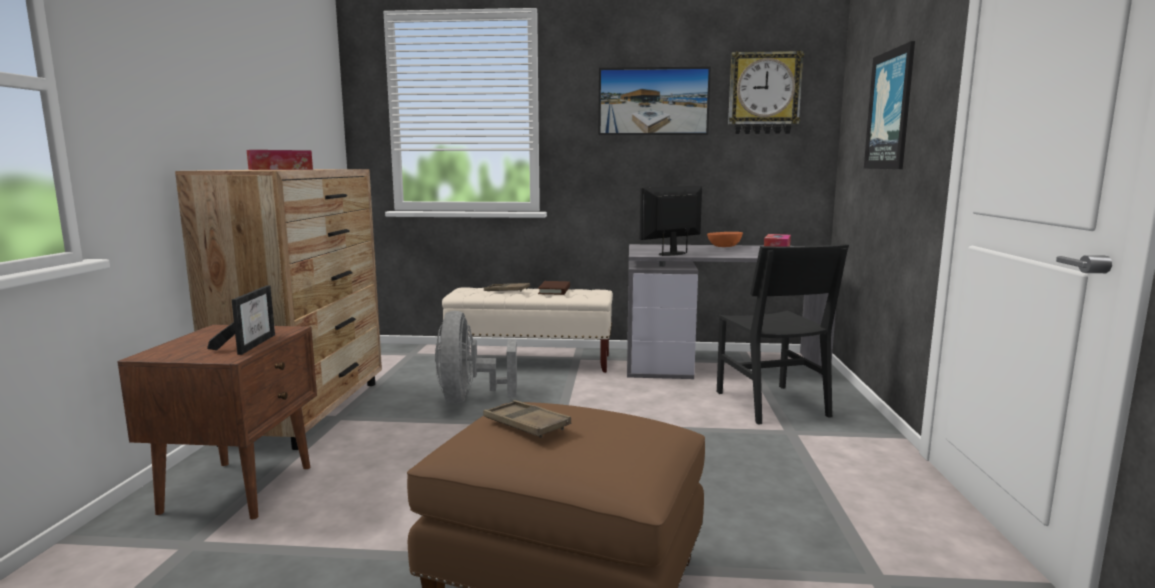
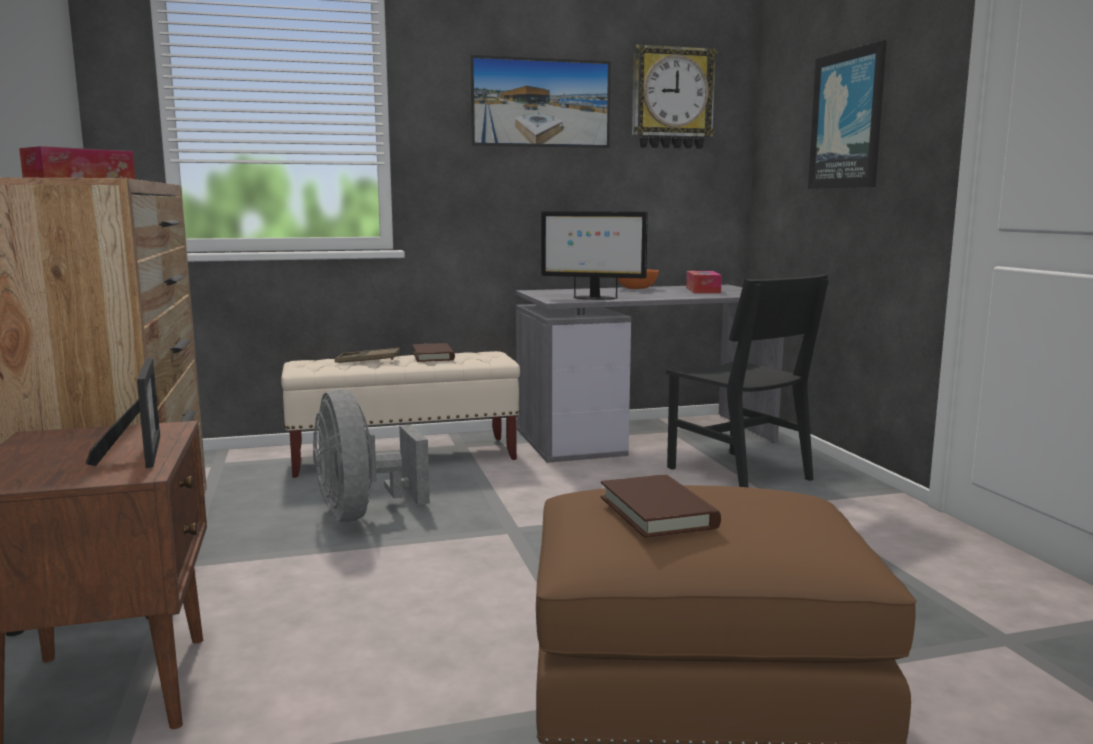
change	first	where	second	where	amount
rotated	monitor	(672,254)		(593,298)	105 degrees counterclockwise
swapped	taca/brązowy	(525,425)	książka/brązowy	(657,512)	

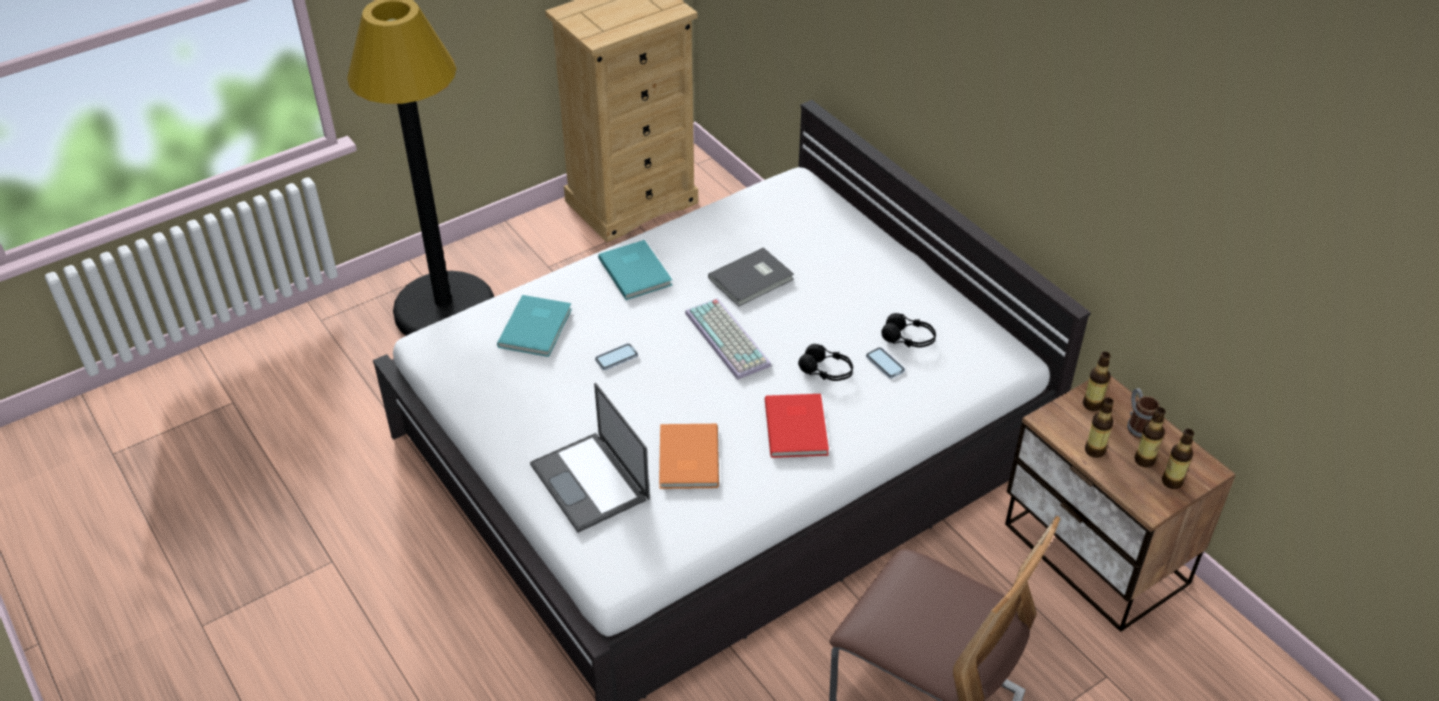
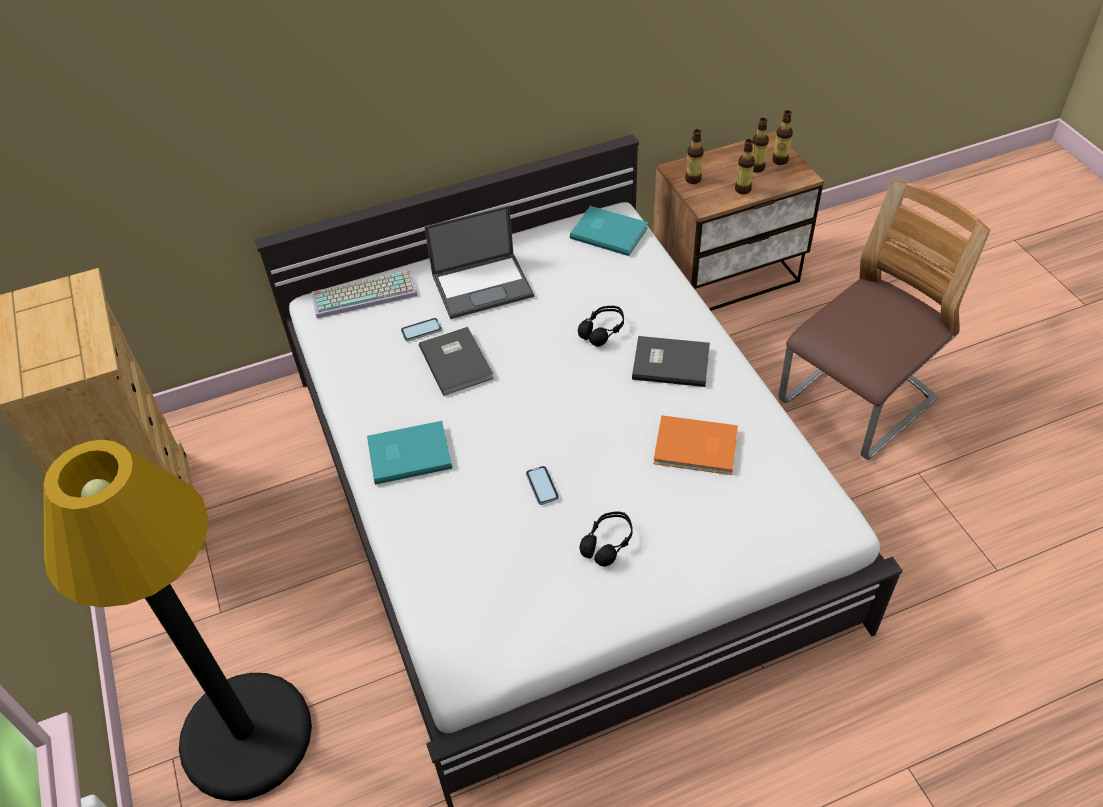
change	first	where	second	where	amount
shifted	klawiatura	(729,339)		(365,293)	
shifted	telefon	(885,364)		(421,330)	
shifted	laptop	(591,482)		(483,285)	
shifted	książka/turkusowy	(537,327)		(608,231)	
shifted	słuchawki/czarny	(908,339)		(608,543)	
repainted	książka/czerwony	(798,426)	książka/szary	(669,362)	
gone	kubek	(1137,425)			

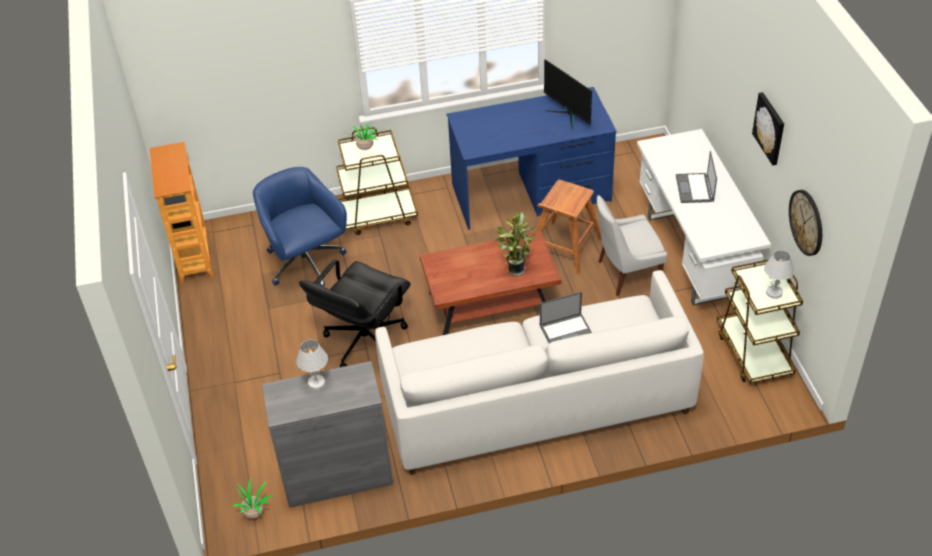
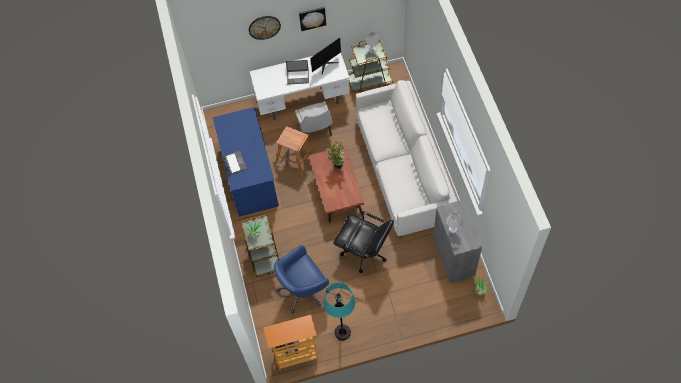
change	first	where	second	where	amount
shifted	laptop	(567,331)		(235,162)	
shifted	zegar ścienny	(806,222)		(264,27)	
shifted	monitor	(568,115)		(326,64)	
new			lampa stojąca/turkusowy	(342,332)	

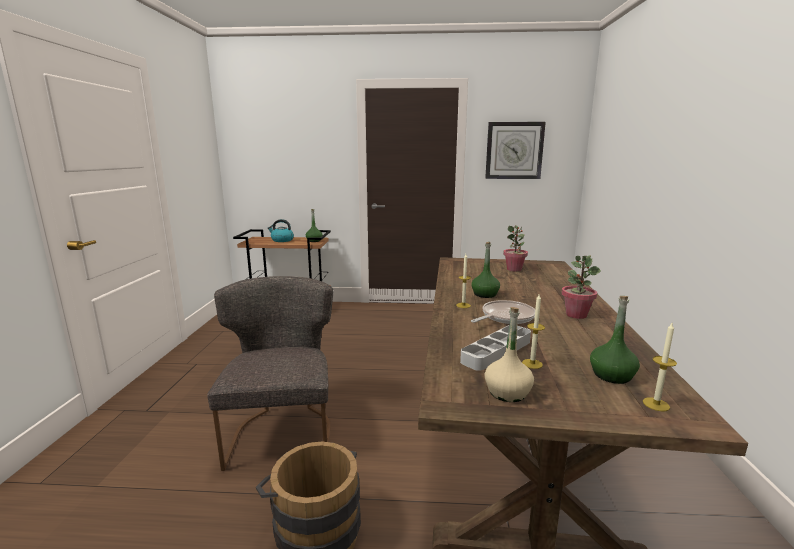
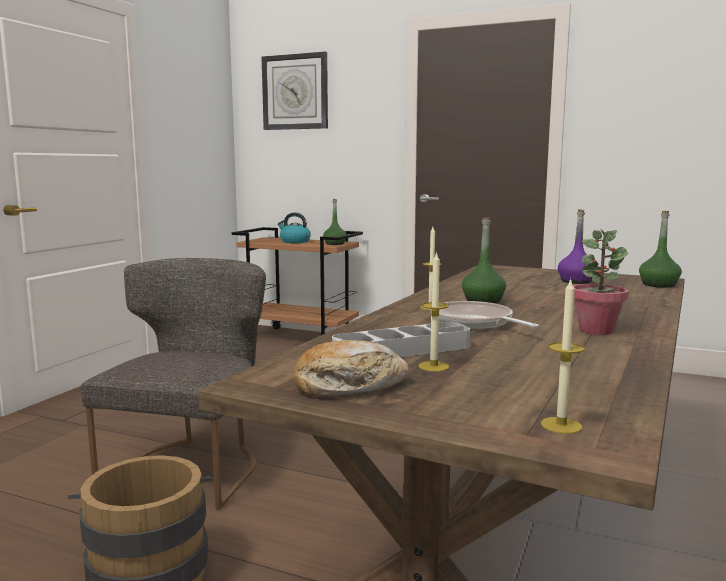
change	first	where	second	where	amount
shifted	zegar ścienny	(514,150)		(295,92)	
swapped	butelka/beżowy	(507,392)	chleb	(349,386)	
rotated	patelnia	(505,317)		(474,323)	105 degrees counterclockwise
swapped	roślina doniczkowa	(514,269)	butelka/fioletowy	(576,281)	
shifted	butelka/zielony	(611,375)		(658,285)	

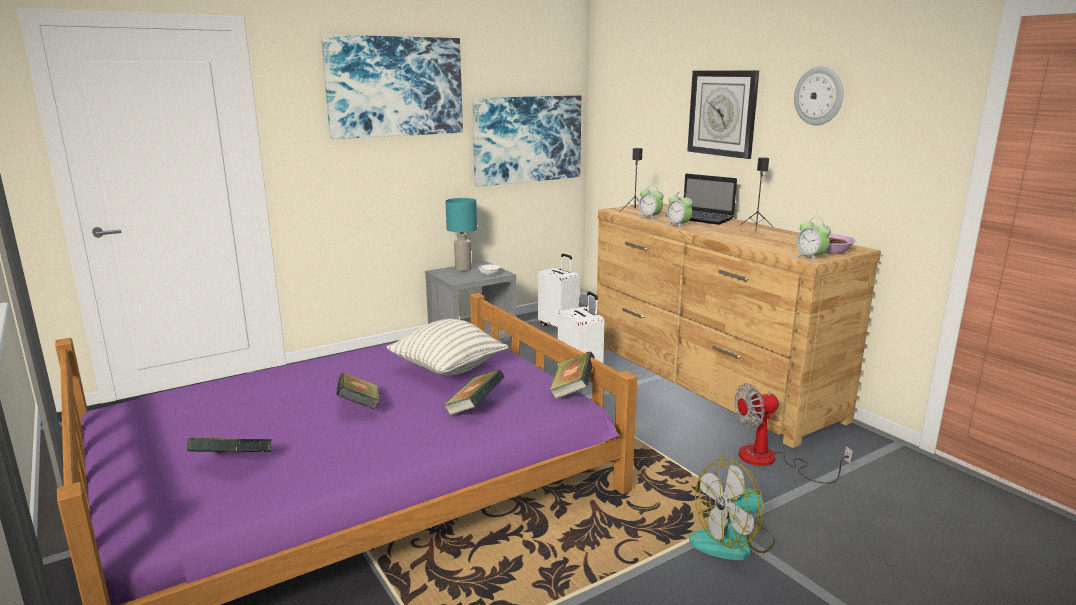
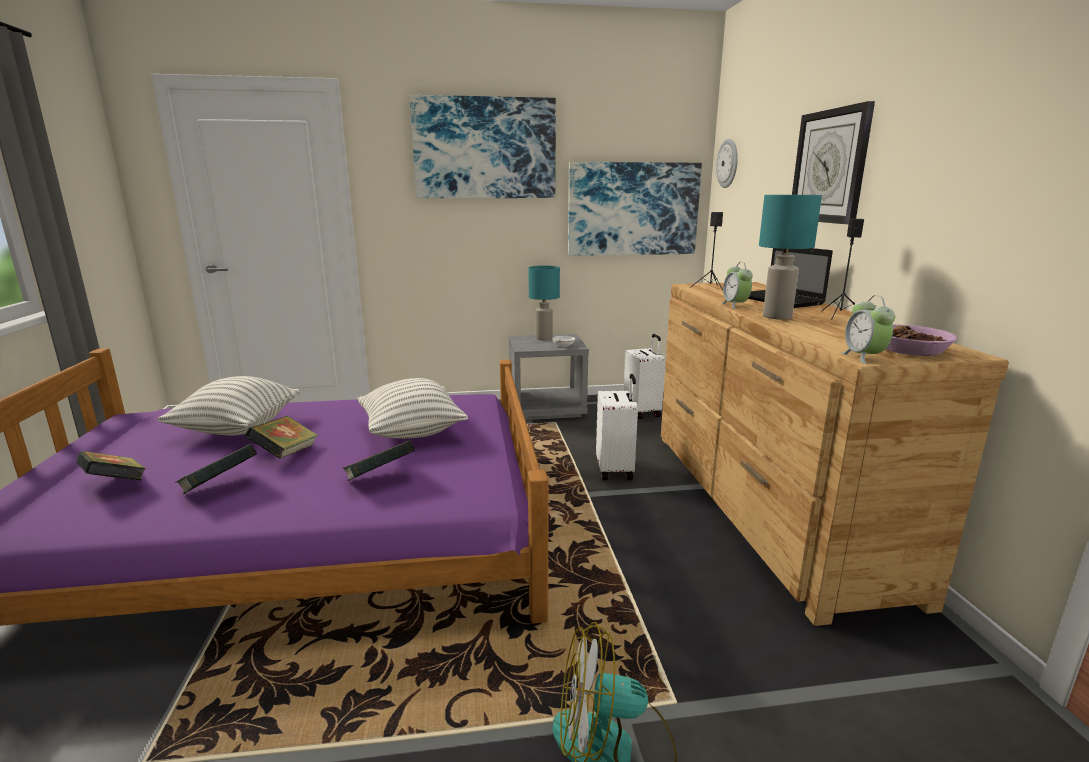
change	first	where	second	where	amount
new			poduszka	(237,429)	
shifted	książka	(572,390)		(220,488)	
shifted	zegar ścienny	(819,96)		(728,163)	
new			lampa stołowa/turkusowy	(777,317)	
gone	budzik	(650,218)			
gone	wentylator	(770,461)			

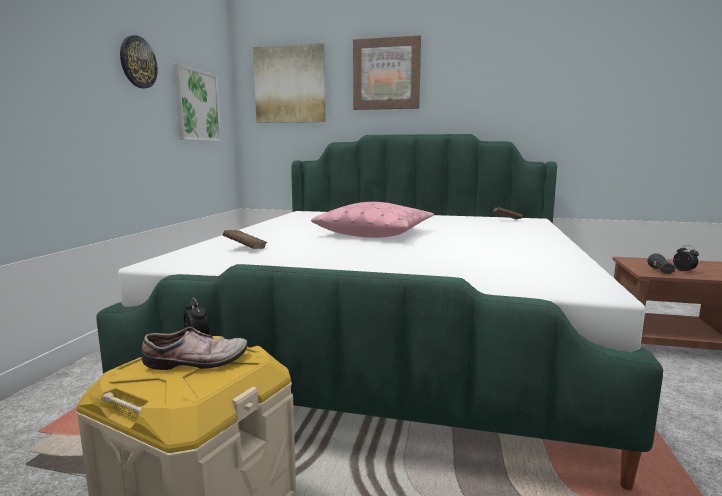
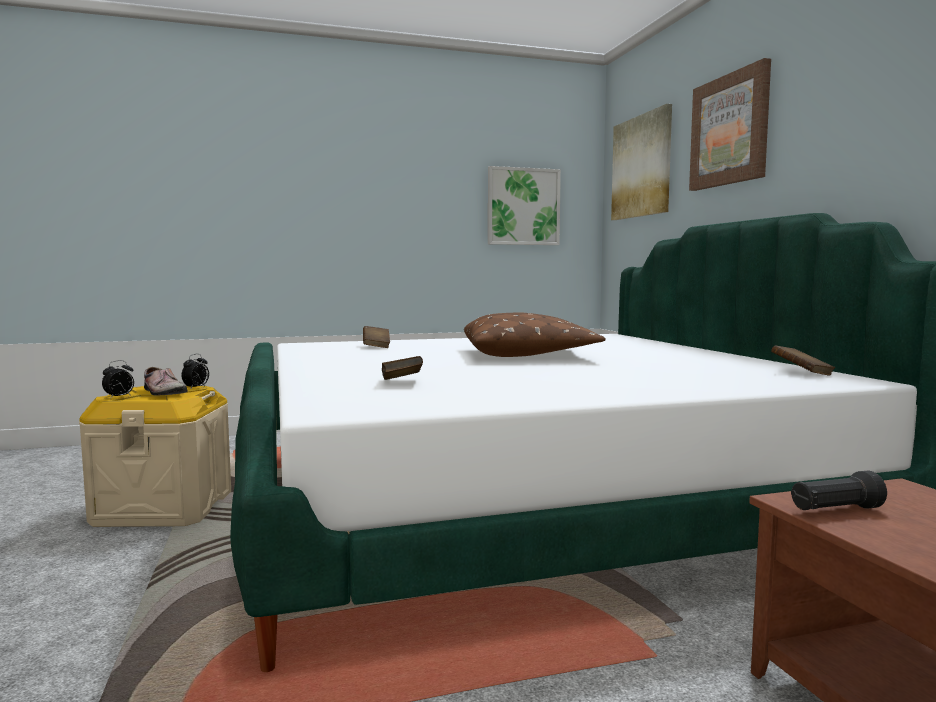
change	first	where	second	where	amount
shifted	budzik	(684,271)		(119,397)	
new			książka/brązowy	(401,383)	
repainted	poduszka/różowy	(375,233)	poduszka/brązowy	(529,355)	
gone	zegar ścienny	(138,62)			

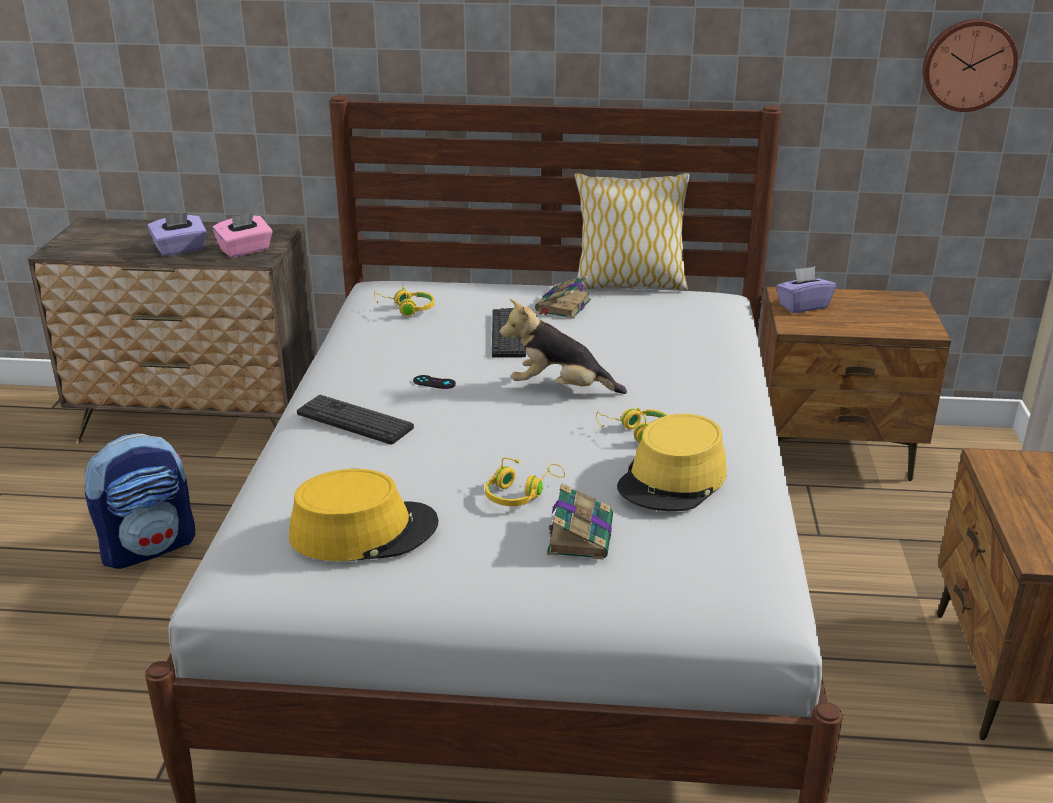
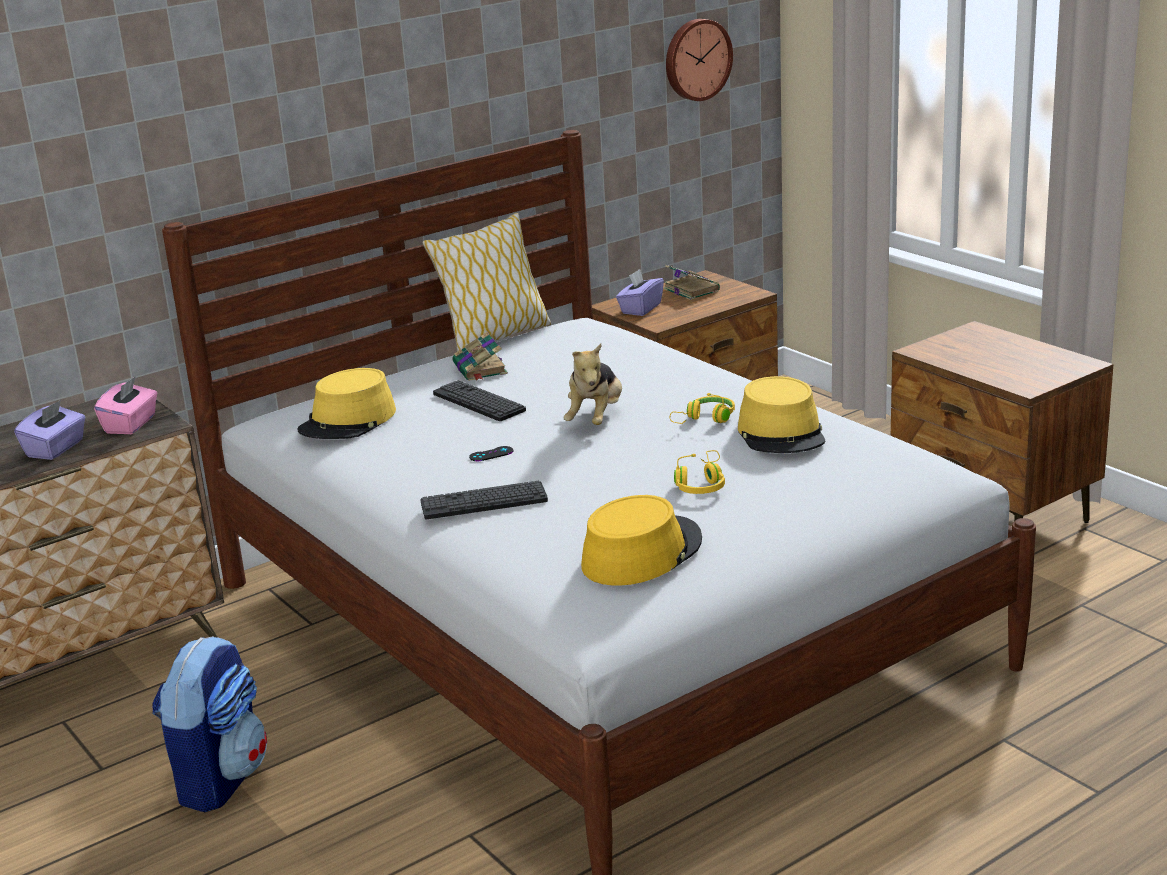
change	first	where	second	where	amount
swapped	słuchawki/żółty	(406,309)	kapelusz/żółty	(348,421)	
rotated	pluszak	(560,389)		(596,418)	45 degrees counterclockwise
shifted	książka	(580,535)		(690,290)	

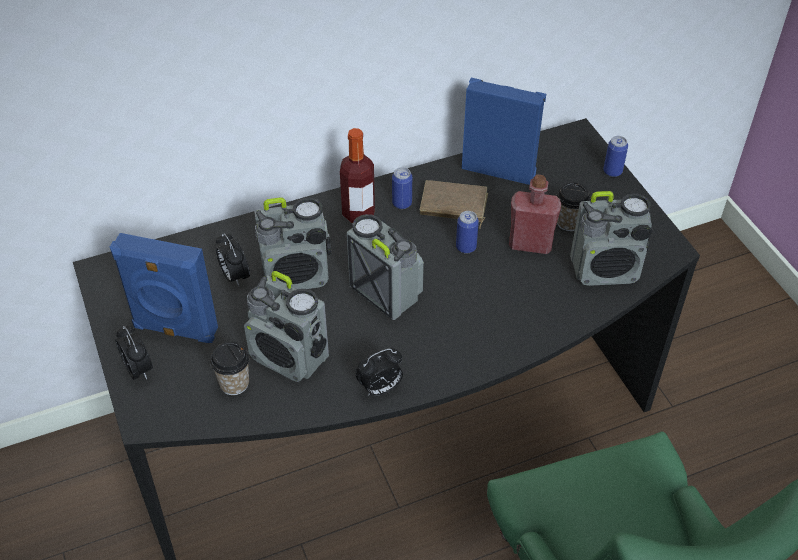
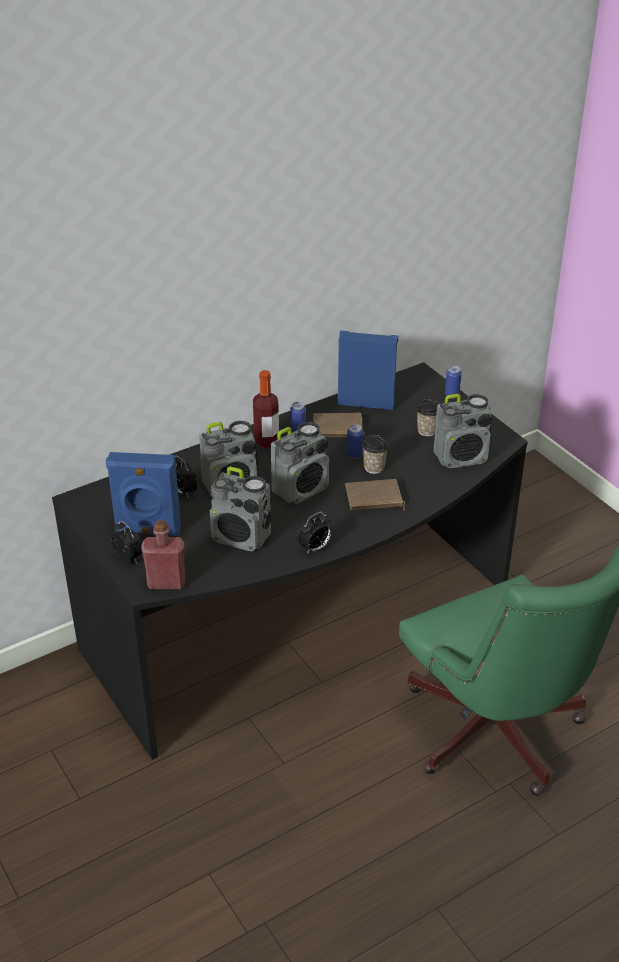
change	first	where	second	where	amount
shifted	butelka/czerwony	(530,244)		(166,582)	
rotated	radio	(385,292)		(301,489)	105 degrees clockwise
new			książka/brązowy	(373,499)	
shifted	filiżanka	(234,383)		(374,467)	

